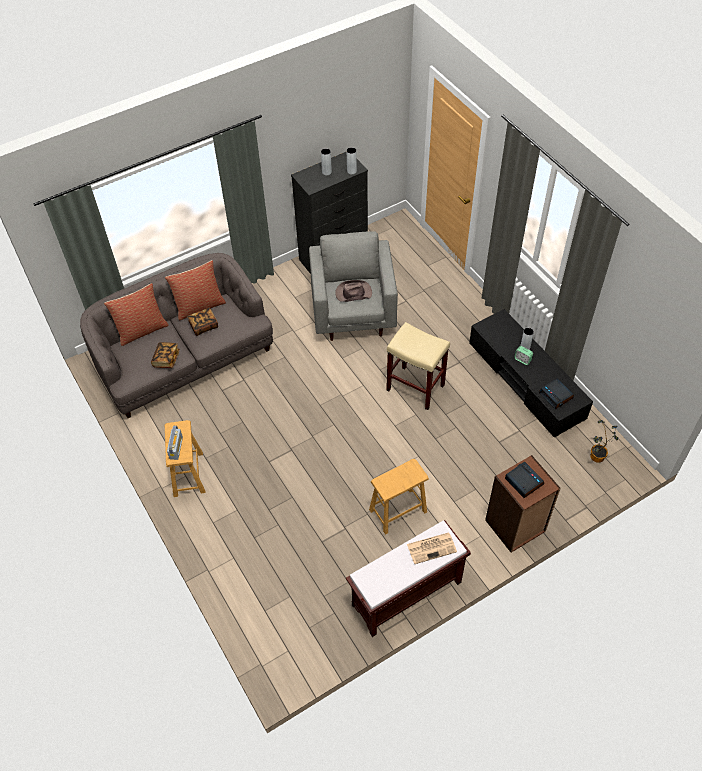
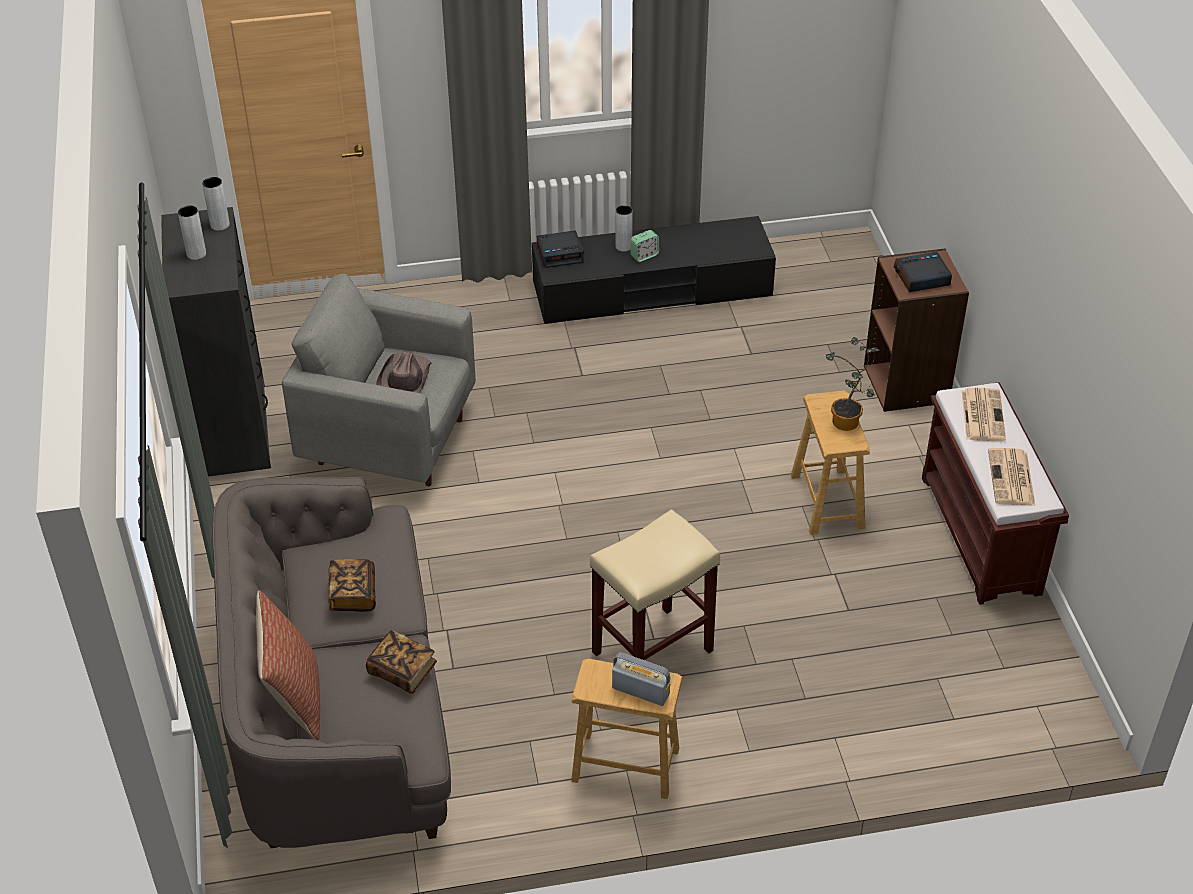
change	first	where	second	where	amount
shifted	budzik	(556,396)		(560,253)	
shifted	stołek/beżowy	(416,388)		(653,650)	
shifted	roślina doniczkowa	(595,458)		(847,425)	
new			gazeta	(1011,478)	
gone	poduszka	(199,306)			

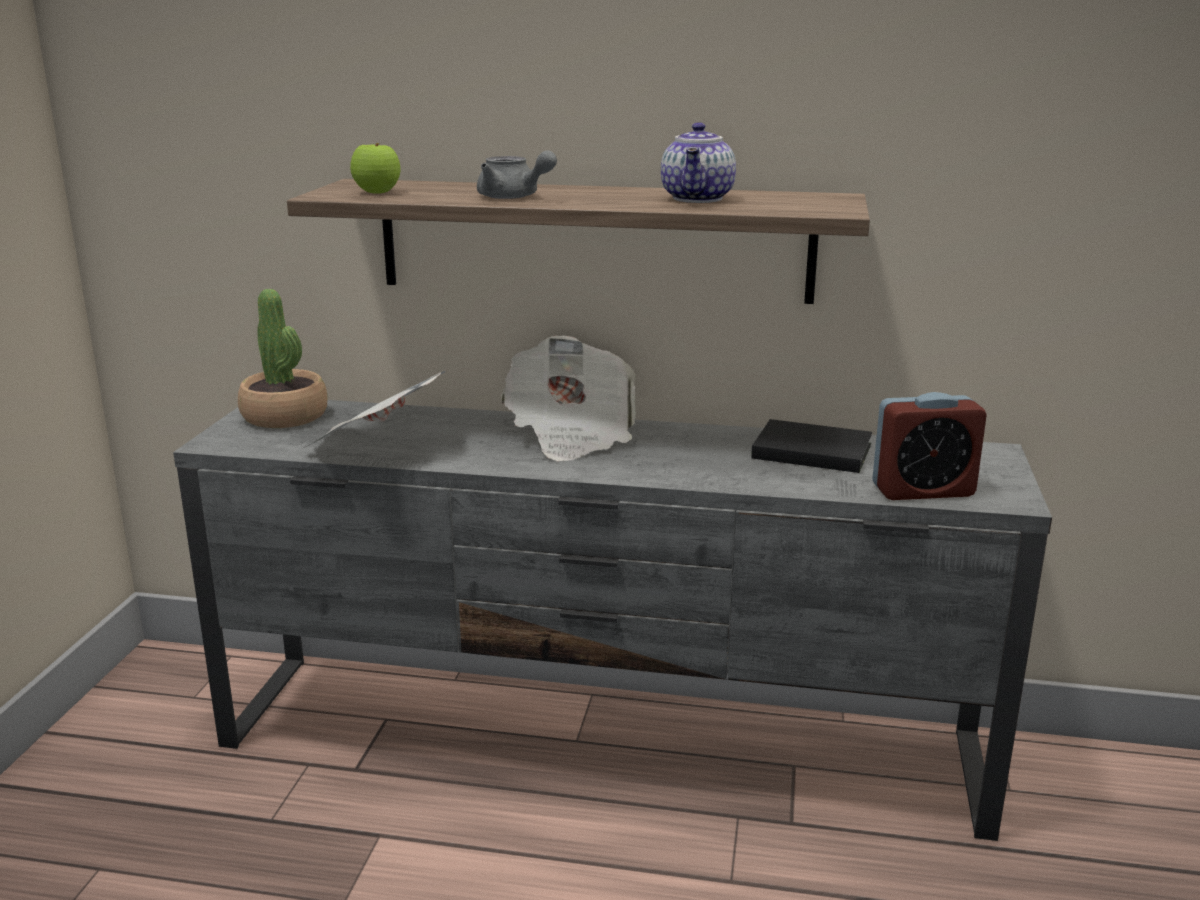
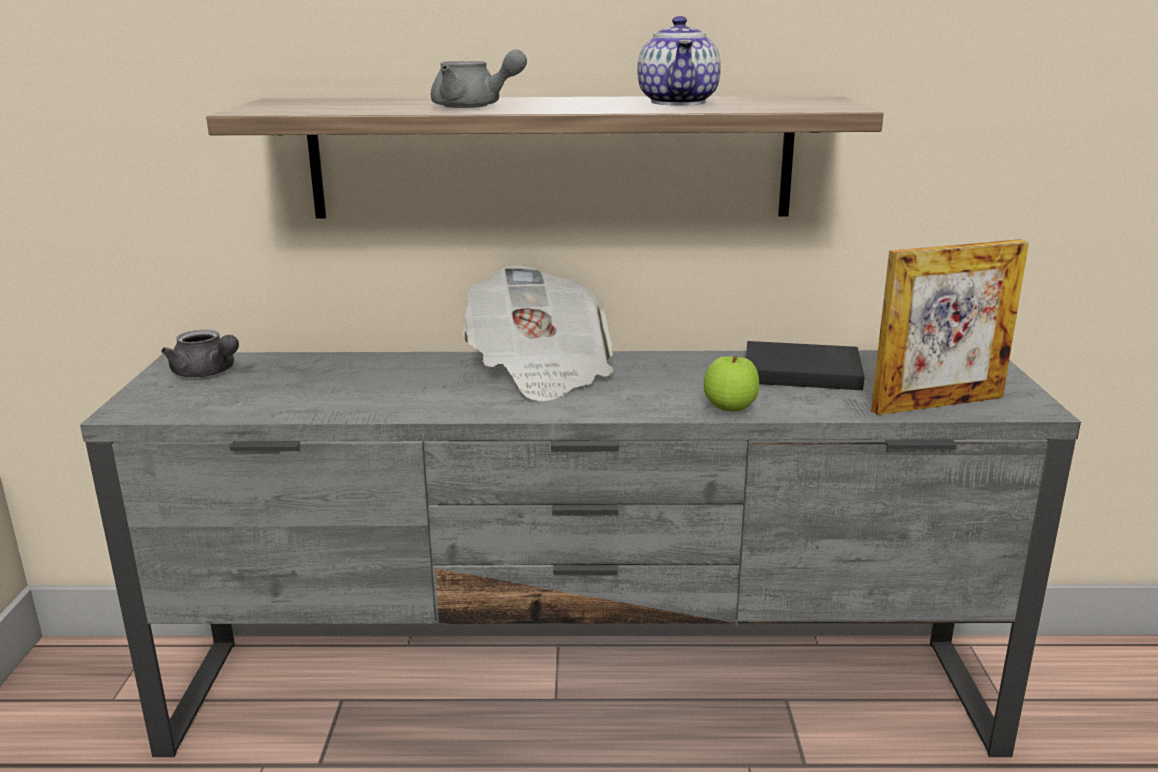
change	first	where	second	where	amount
swapped	roślina doniczkowa	(285,416)	imbryk/szary	(207,373)	
shifted	jabłko	(377,192)		(729,408)	
swapped	budzik	(923,490)	ramka na zdjęcie	(937,404)	
gone	gazeta	(377,446)			

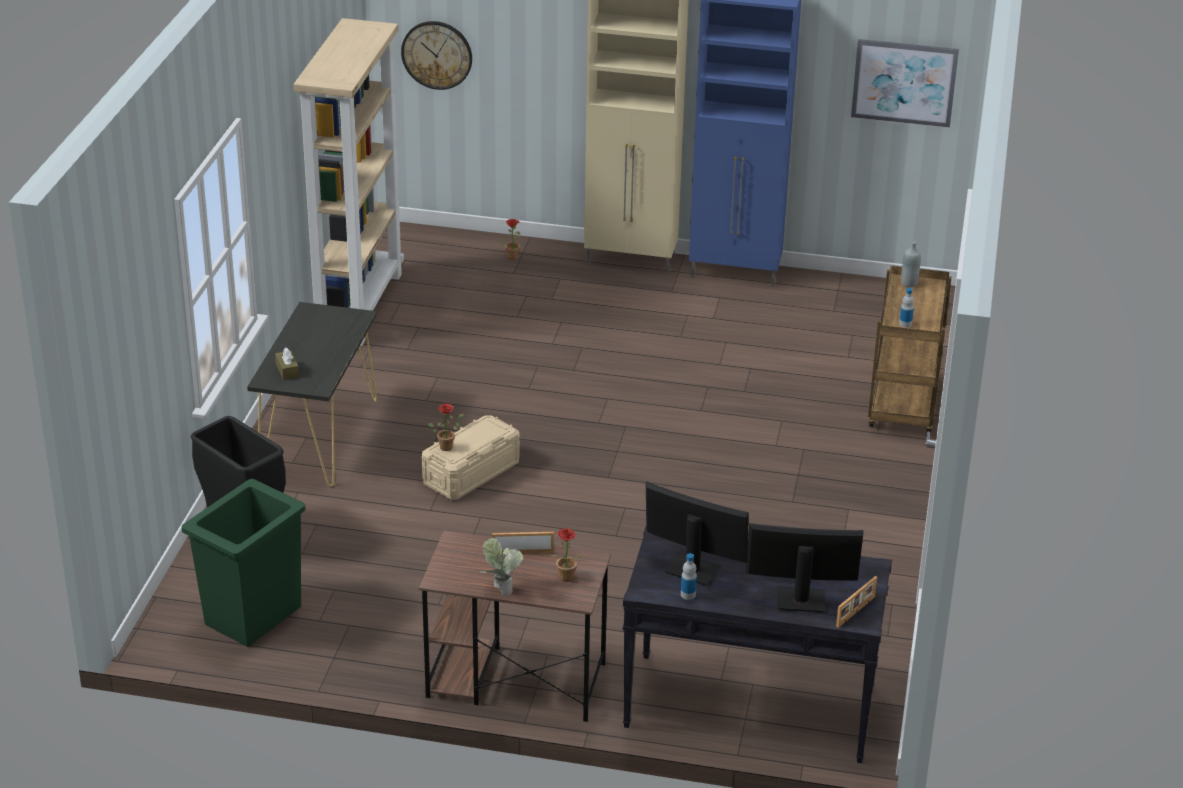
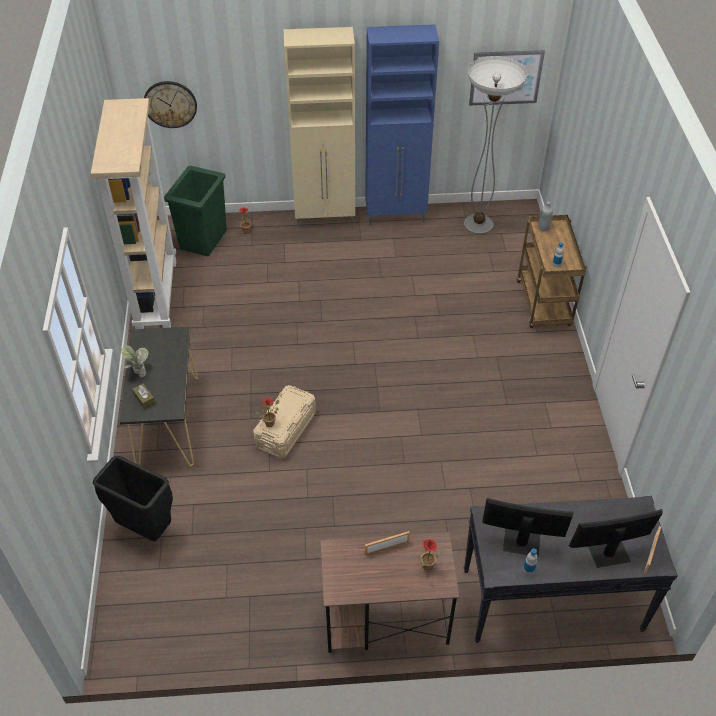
change	first	where	second	where	amount
shifted	roślina doniczkowa	(499,589)		(138,372)	
shifted	kosz na śmieci/zielony	(251,616)		(202,240)	
new			lampa stojąca	(478,224)	

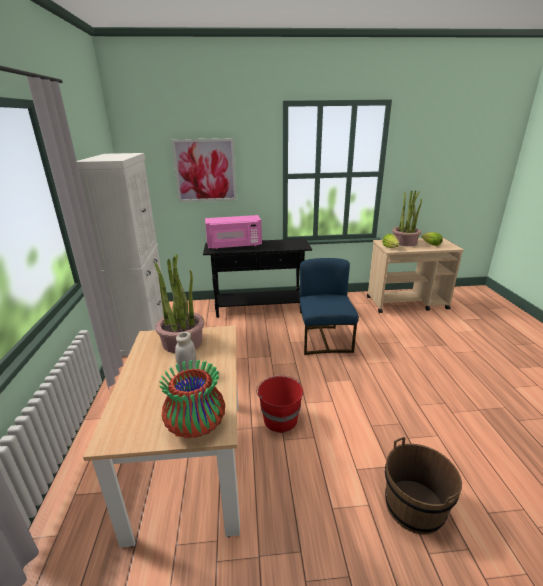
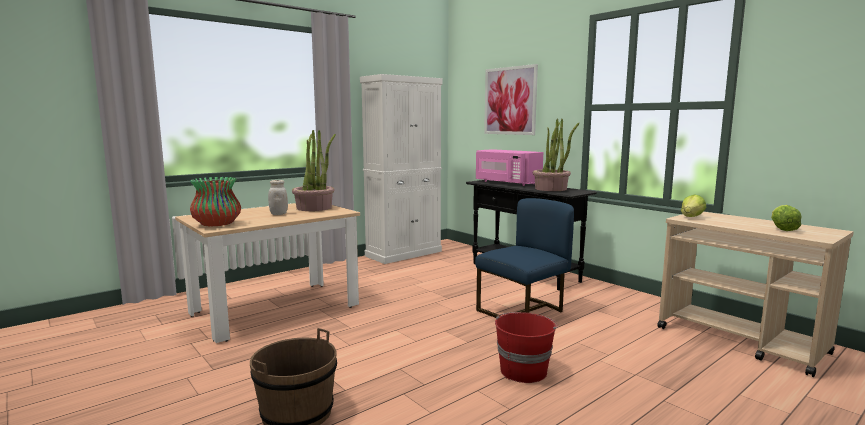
change	first	where	second	where	amount
shifted	wiadro/czerwony	(279,419)		(523,370)	
shifted	roślina doniczkowa	(404,242)		(551,189)	

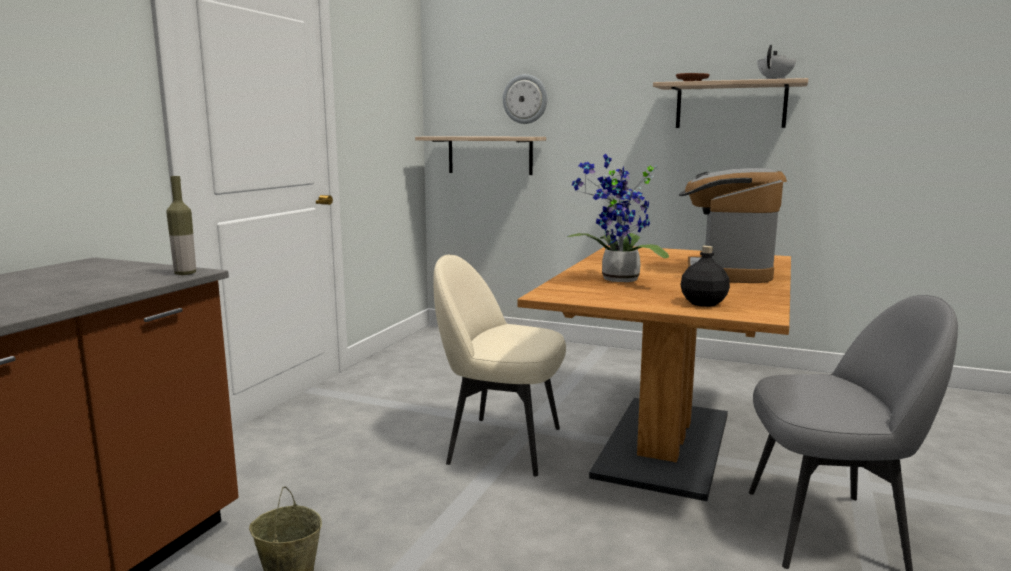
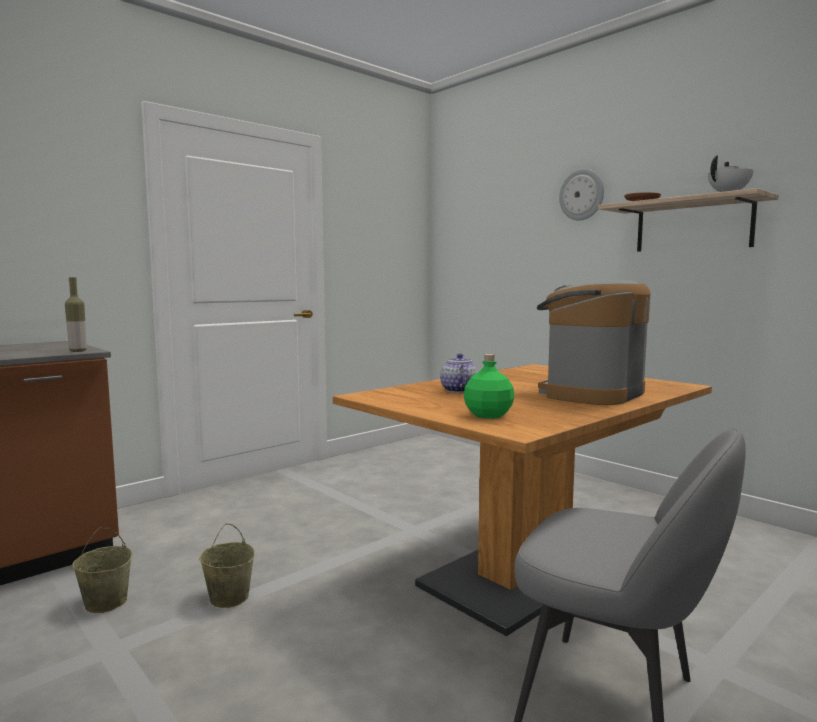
change	first	where	second	where	amount
new			wiadro/beżowy	(228,597)	
swapped	roślina doniczkowa	(616,280)	imbryk	(458,390)	
repainted	butelka/czarny	(702,303)	butelka/zielony	(487,415)	
shifted	zegar ścienny	(525,99)		(582,195)	
gone	półka	(490,155)			
gone	krzesło/beżowy	(501,444)			

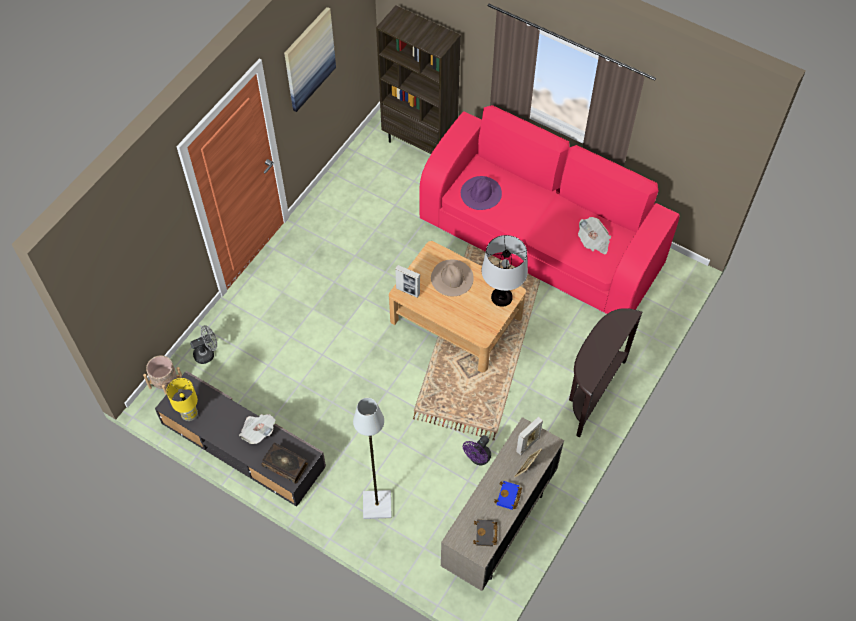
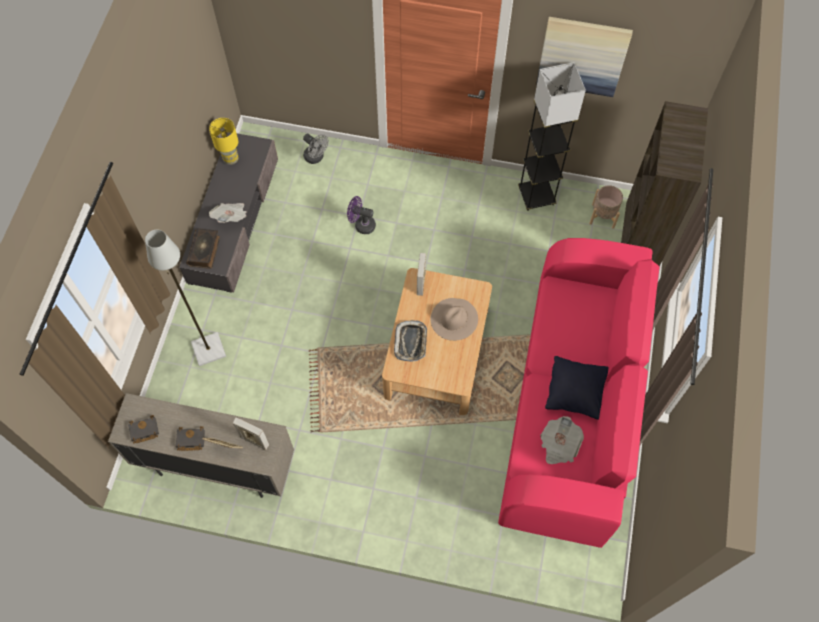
change	first	where	second	where	amount
repainted	książka/niebieski	(508,497)	książka/czarny	(190,440)	
shifted	wentylator/fioletowy	(478,458)		(361,225)	
new			taca	(411,342)	
new			lampa stojąca/szary	(536,196)	
new			poduszka/czarny	(574,393)	
shifted	donica/beżowy	(166,384)		(602,216)	
gone	kapelusz/fioletowy	(481,193)			
gone	lampa stołowa	(502,297)			
gone	stolik konsolowy/brązowy	(591,392)			

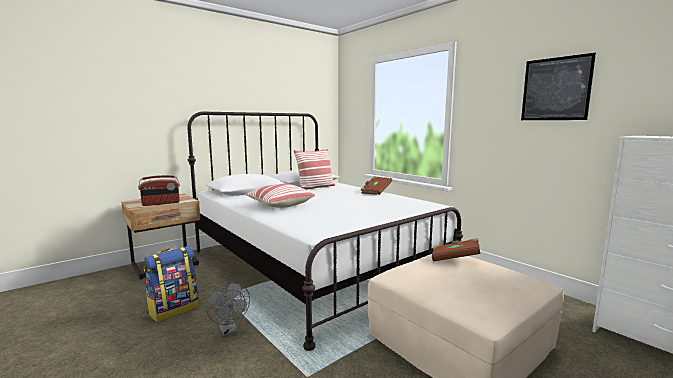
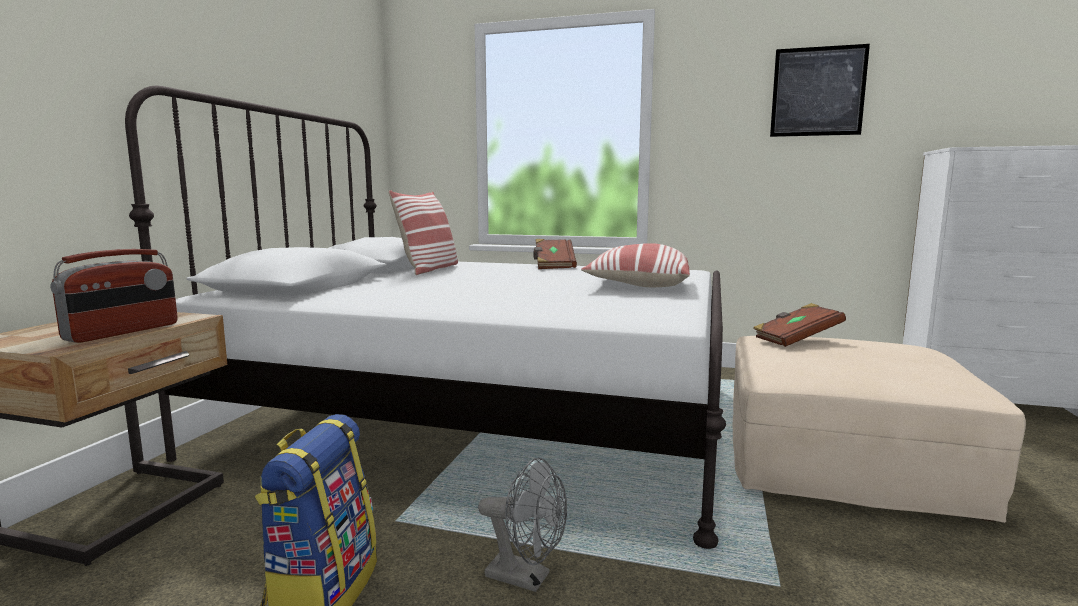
change	first	where	second	where	amount
shifted	poduszka	(279,204)		(637,285)	

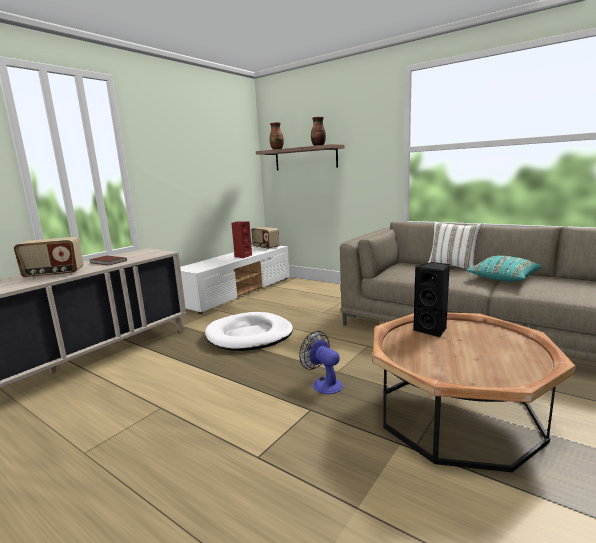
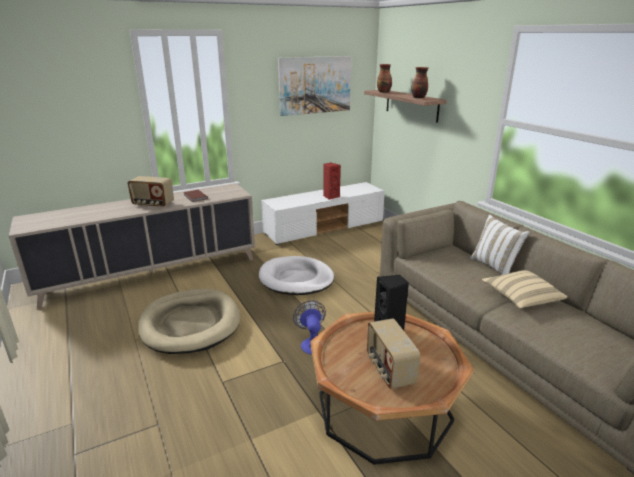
change	first	where	second	where	amount
new			legowisko/beżowy	(190,324)	
new			obraz	(315,85)	
shifted	radio	(265,247)		(389,370)	
repainted	poduszka/turkusowy	(503,279)	poduszka/beżowy	(520,298)	

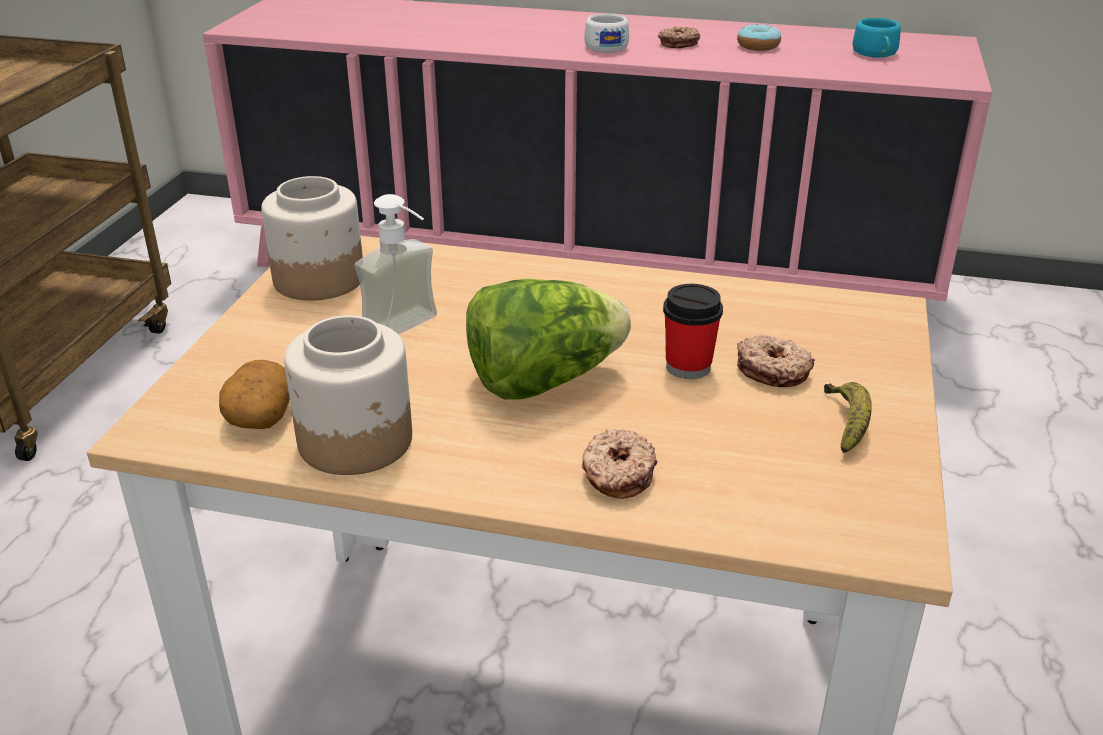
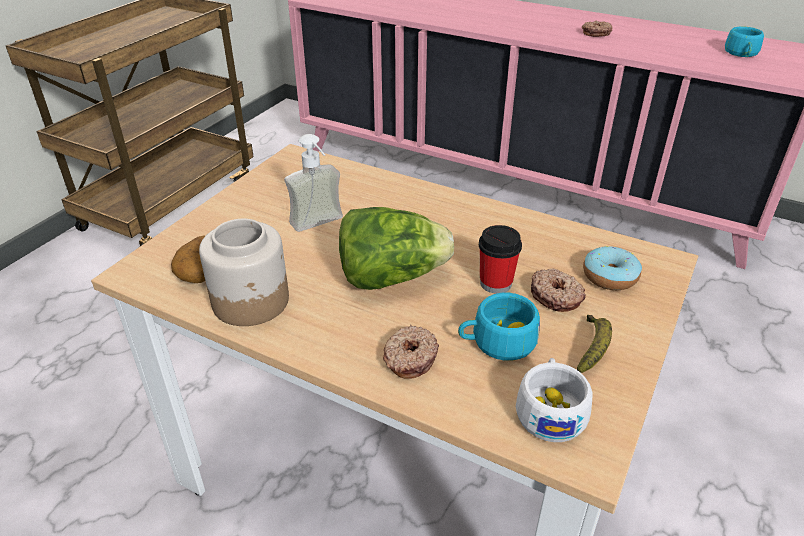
change	first	where	second	where	amount
new			filiżanka/turkusowy	(496,342)	
shifted	filiżanka/biały	(605,46)		(550,410)	
shifted	donut	(758,46)		(610,277)	
gone	słoik	(318,280)			

